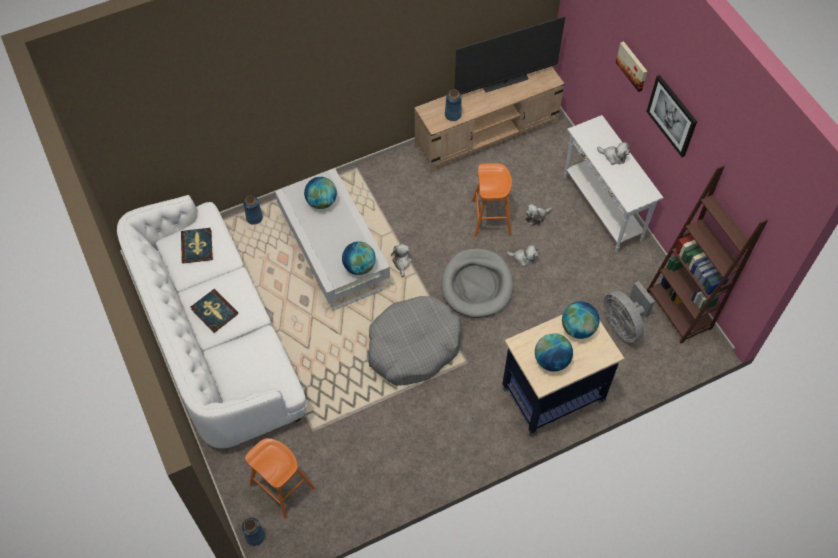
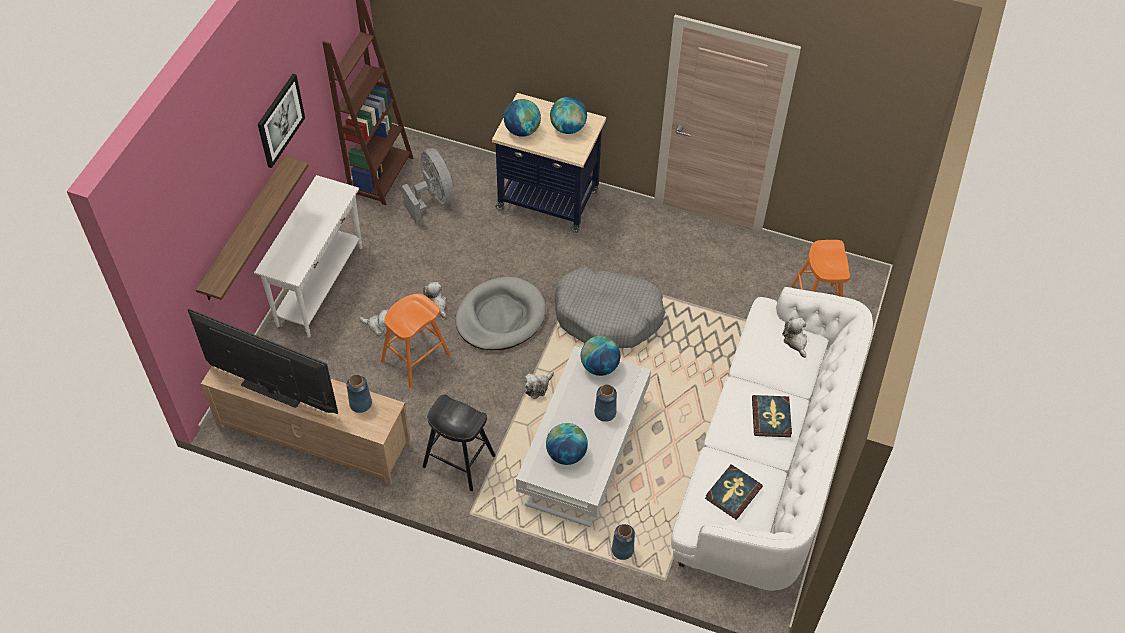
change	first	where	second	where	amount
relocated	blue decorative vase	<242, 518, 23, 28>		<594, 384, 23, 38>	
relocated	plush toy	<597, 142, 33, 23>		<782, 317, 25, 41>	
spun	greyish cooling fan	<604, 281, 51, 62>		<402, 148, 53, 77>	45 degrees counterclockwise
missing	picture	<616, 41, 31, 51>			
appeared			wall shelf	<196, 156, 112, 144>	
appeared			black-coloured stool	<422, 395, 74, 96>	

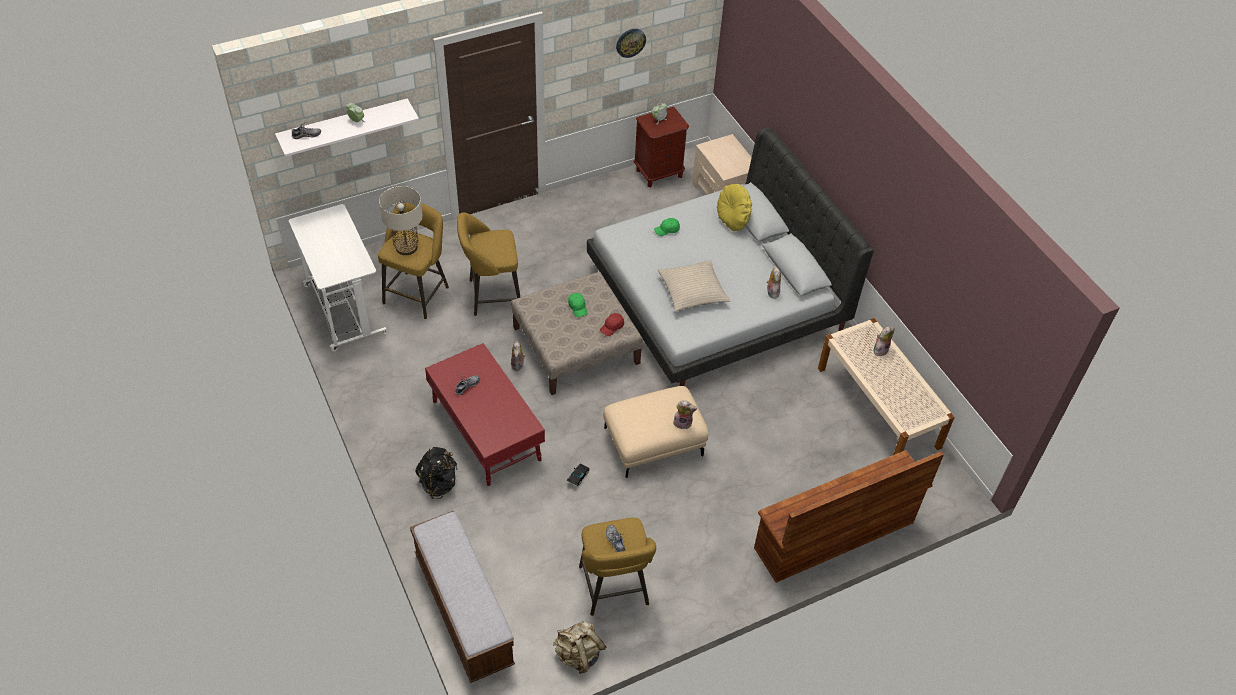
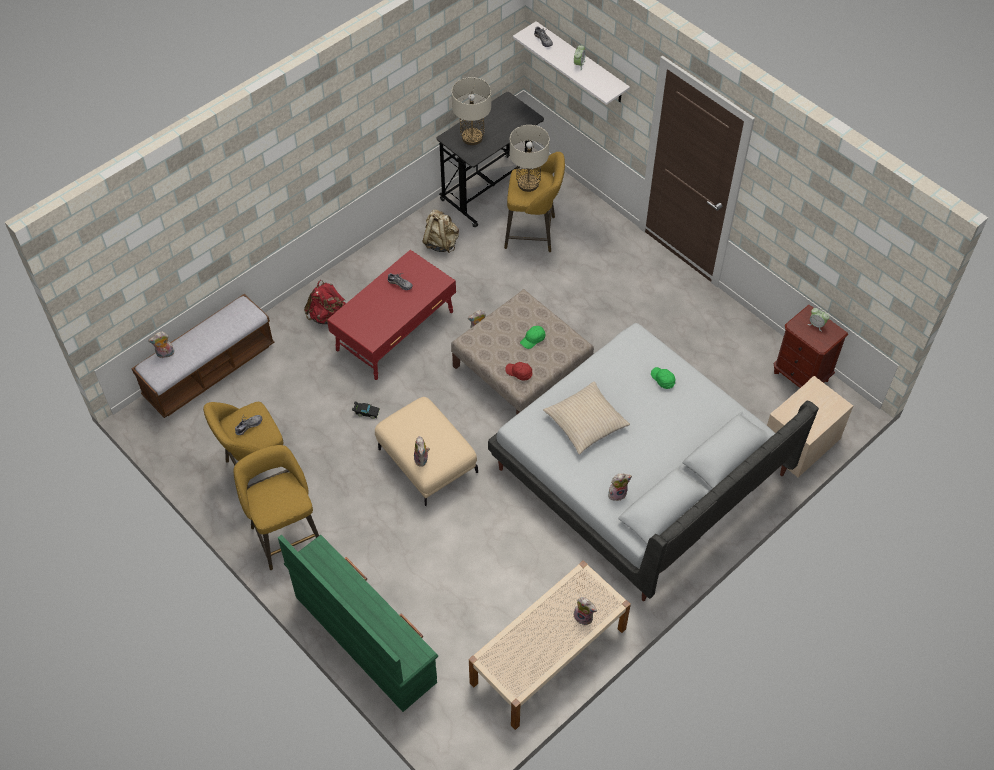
change	first	where	second	where	amount
colour	whitish desk table	<289, 204, 98, 148>	black-coloured desk table	<437, 92, 107, 135>	
colour	black-coloured backpack	<415, 447, 43, 52>	red backpack	<304, 280, 42, 44>	
relocated	yellow stool	<457, 212, 63, 104>		<234, 445, 85, 125>	
relocated	beige backpack	<553, 621, 53, 53>		<422, 210, 37, 43>	
missing	wall clock	<616, 29, 30, 29>			
missing	yellow cushion	<717, 184, 35, 47>			
colour	brownish dresser	<754, 450, 190, 133>	green-coloured dresser	<278, 535, 160, 177>	
appeared			plush toy	<148, 331, 27, 27>	
appeared			table lamp	<452, 77, 39, 68>	

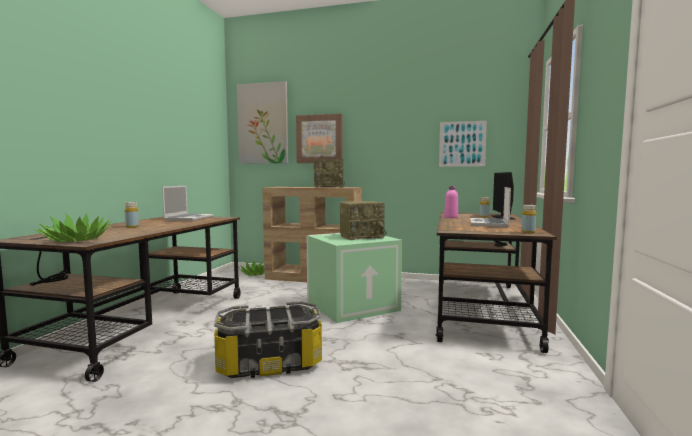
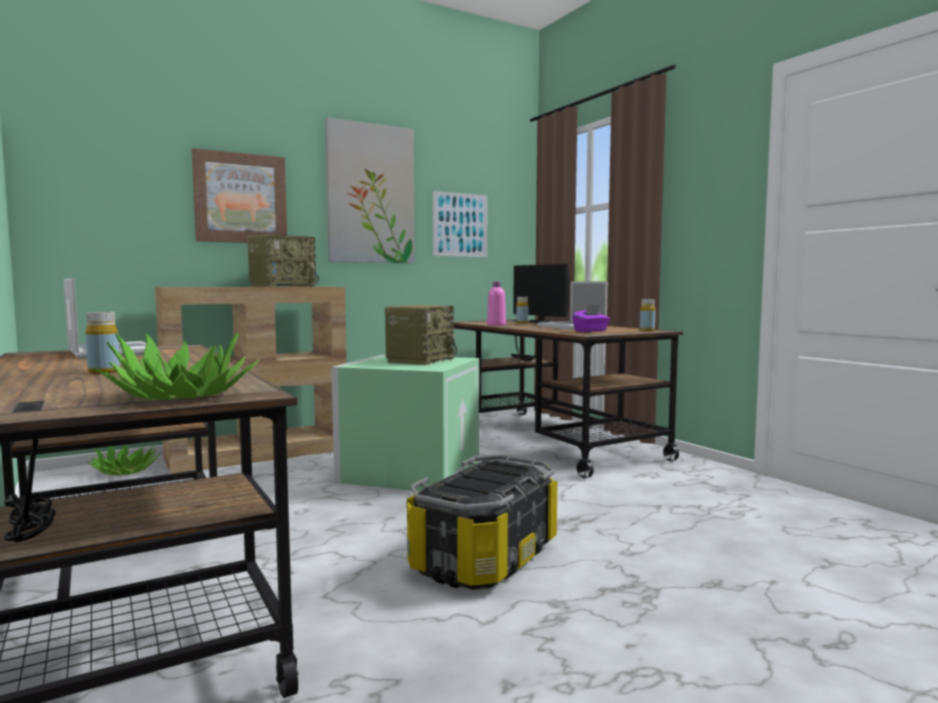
change	first	where	second	where	amount
relocated	picture	<237, 81, 51, 83>		<325, 118, 90, 145>	
appeared			purple-coloured tissue holder	<572, 305, 38, 27>	

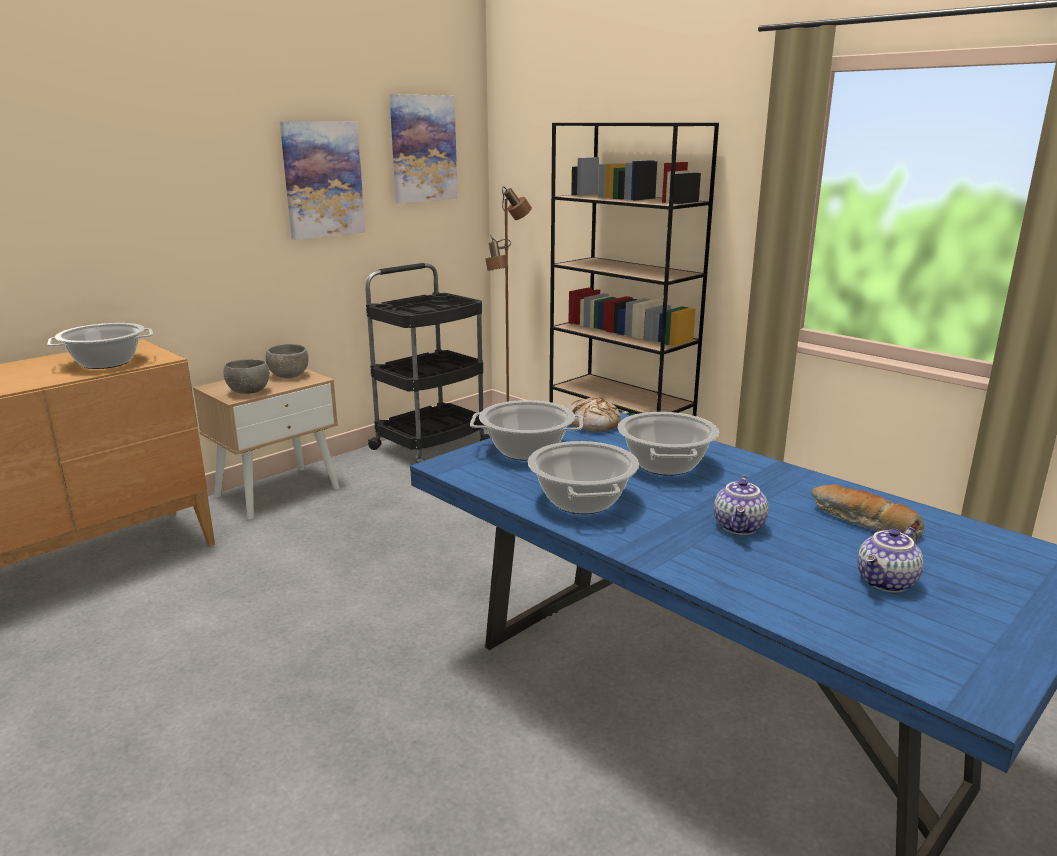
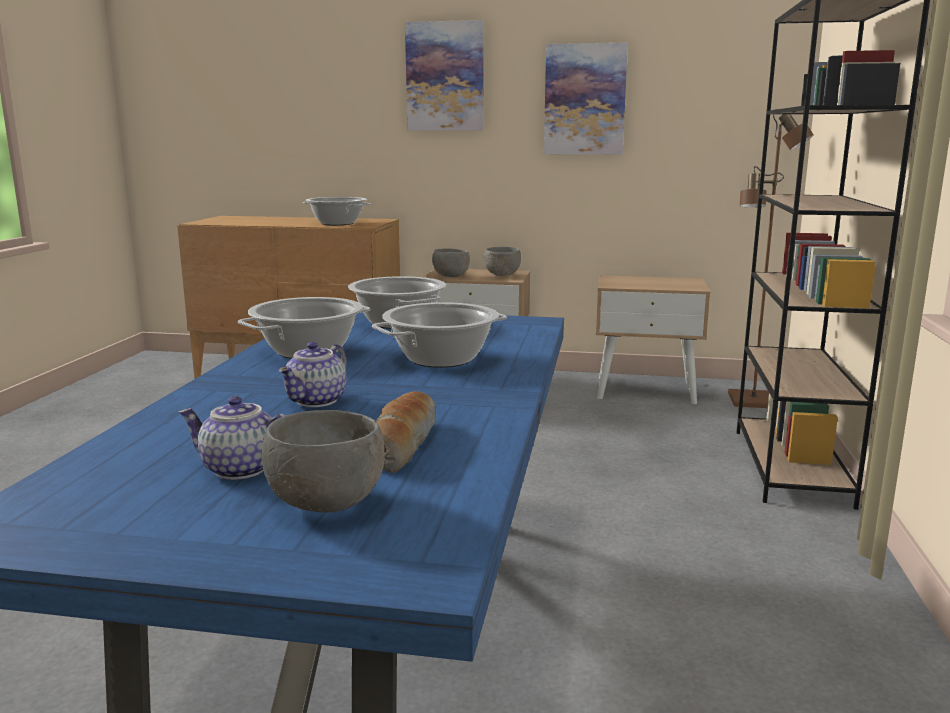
change	first	where	second	where	amount
exchanged	black-coloured wheeled cart	<365, 263, 125, 200>	beige nightstand	<596, 275, 114, 129>	
relocated	picture	<390, 94, 68, 110>		<405, 20, 79, 111>	
missing	bread	<570, 397, 51, 35>			
spun	tea pot	<714, 475, 55, 60>		<278, 342, 69, 65>	45 degrees counterclockwise
appeared			greyish serving bowl	<261, 410, 124, 103>	

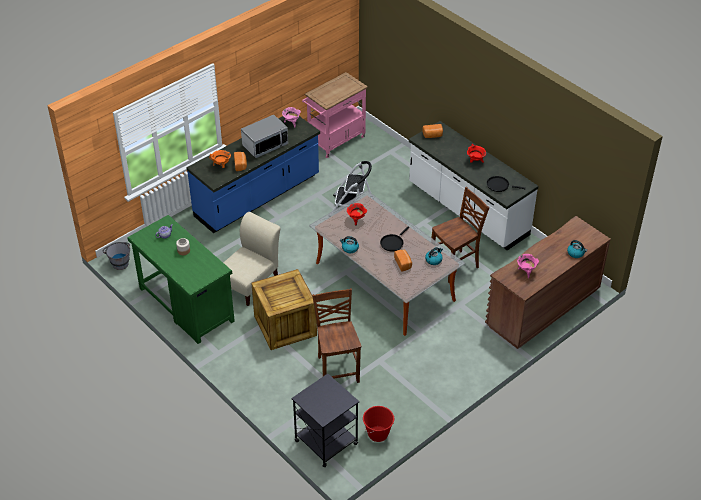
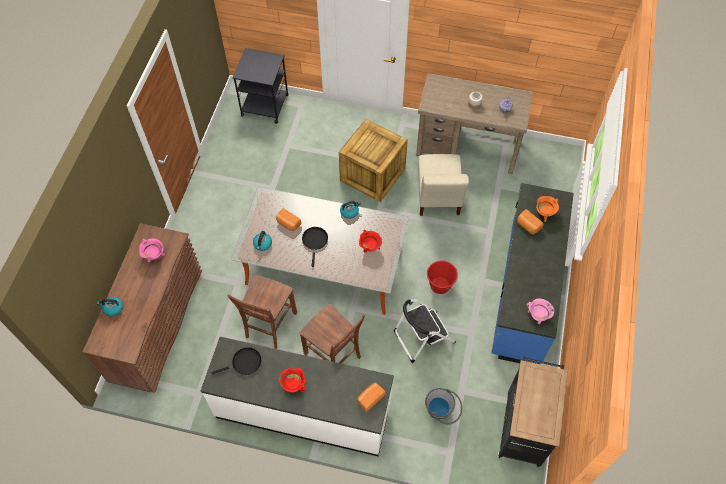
change	first	where	second	where	amount
relocated	greyish bucket	<103, 242, 27, 28>		<425, 388, 37, 36>	
colour	green-coloured desk table	<128, 215, 107, 129>	brownish desk table	<416, 73, 117, 101>	
missing	microwave oven	<241, 115, 47, 43>			
colour	pinkish wheeled cart	<302, 72, 66, 86>	black-coloured wheeled cart	<498, 356, 70, 111>	
relocated	brownish plain chair	<312, 288, 49, 95>		<300, 304, 65, 60>	
relocated	red bucket	<363, 406, 31, 36>		<427, 260, 31, 34>	

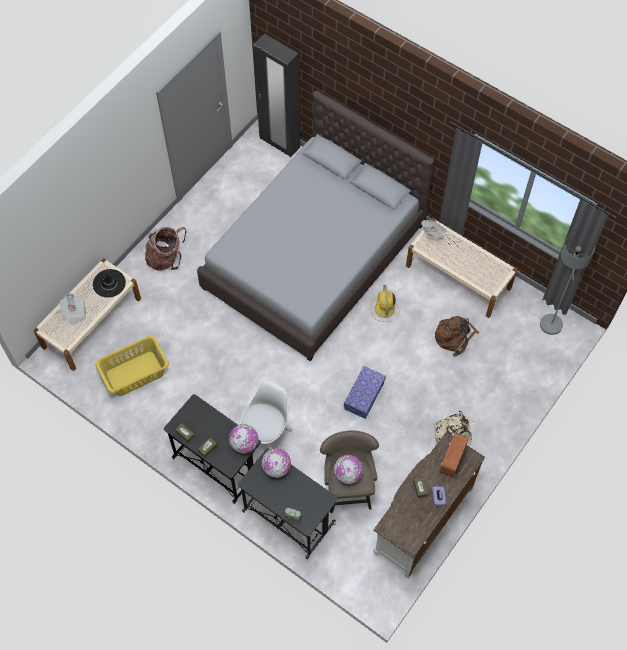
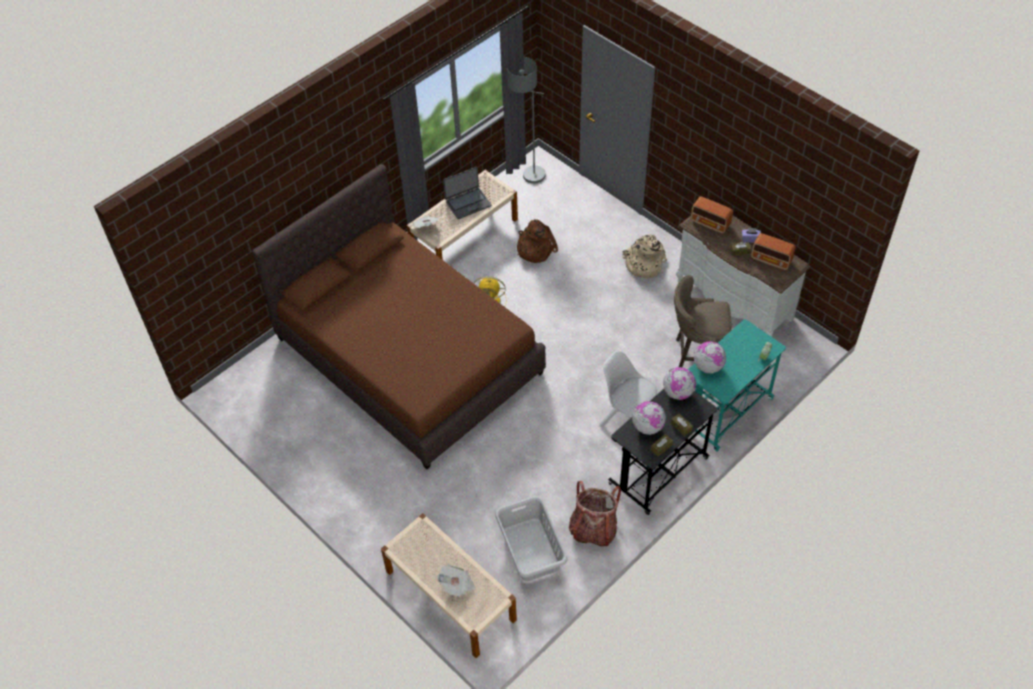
change	first	where	second	where	amount
missing	black-coloured wearable hat	<93, 269, 33, 29>			
colour	yellow hamper	<95, 336, 74, 60>	greyish hamper	<495, 496, 73, 85>	
relocated	backpack	<145, 227, 42, 43>		<569, 481, 52, 66>	
colour	greyish bed	<197, 91, 237, 270>	brownish bed	<253, 165, 293, 304>	
colour	black-coloured desk table	<238, 448, 100, 111>	turquoise-coloured desk table	<688, 319, 98, 133>	
missing	black-coloured armoire	<253, 33, 47, 124>			
relocated	world globe	<334, 455, 29, 29>		<632, 401, 34, 34>	
missing	storage bin	<344, 366, 42, 53>			
appeared			notebook computer	<443, 167, 49, 52>	
appeared			radio receiver	<751, 233, 45, 37>	

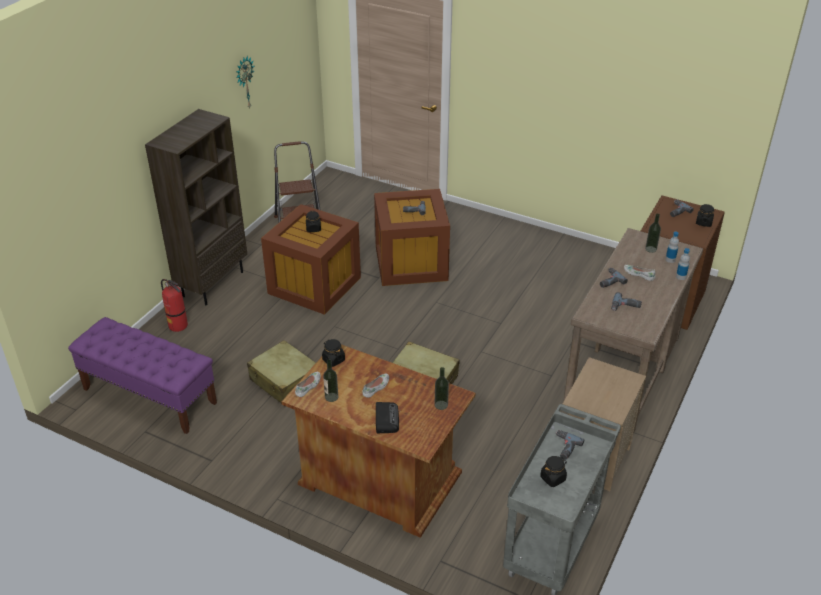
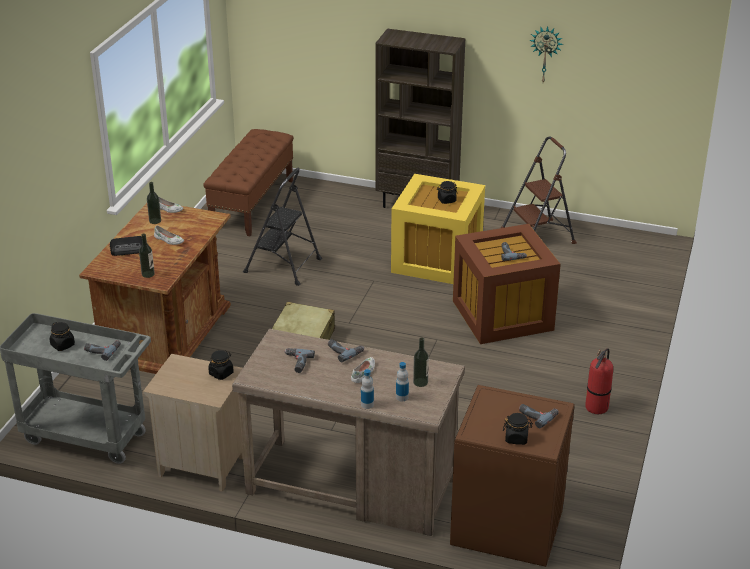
change	first	where	second	where	amount
colour	purple-coloured indoor bench	<68, 317, 149, 117>	brownish indoor bench	<203, 129, 91, 107>	
relocated	extinguisher	<161, 279, 27, 53>		<585, 348, 28, 66>	
exchanged	beige travel case	<247, 340, 69, 64>	black-coloured step ladder	<243, 168, 79, 118>	
colour	brownish storage bin	<261, 204, 100, 111>	yellow storage bin	<391, 174, 94, 110>	
relocated	black-coloured storage jar	<322, 339, 23, 28>		<208, 350, 26, 30>	

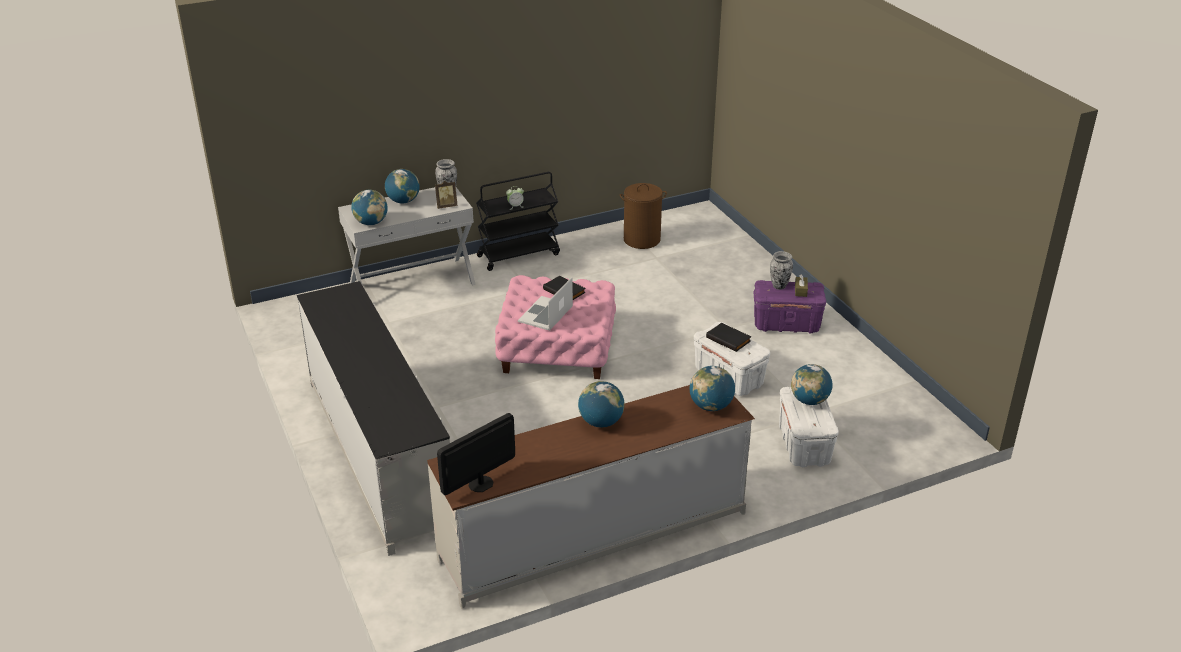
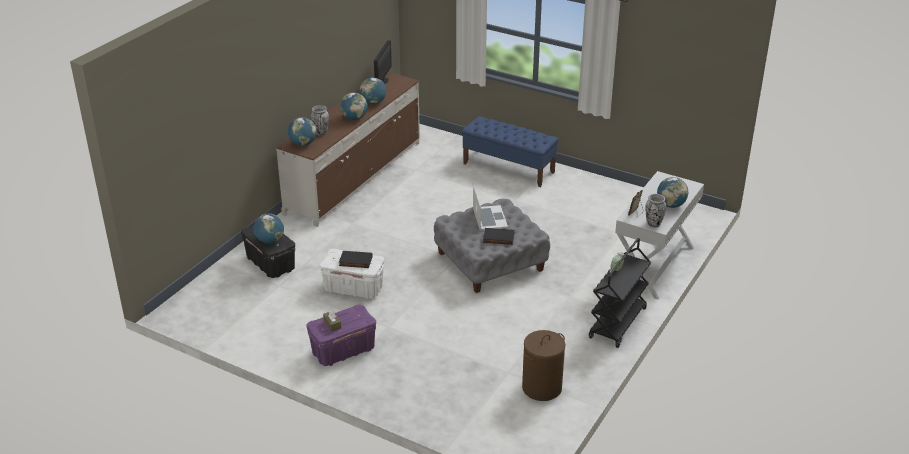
change	first	where	second	where	amount
exchanged	black-coloured storage cabinet	<297, 281, 153, 275>	blue indoor bench	<462, 116, 97, 71>	
relocated	world globe	<351, 190, 37, 35>		<360, 78, 26, 27>	
colour	pinkish ottoman	<495, 275, 121, 104>	greyish ottoman	<434, 199, 116, 94>	
relocated	decorative vase	<770, 251, 23, 39>		<311, 105, 18, 31>	
colour	whitish storage bin	<779, 387, 60, 80>	black-coloured storage bin	<241, 226, 54, 52>	

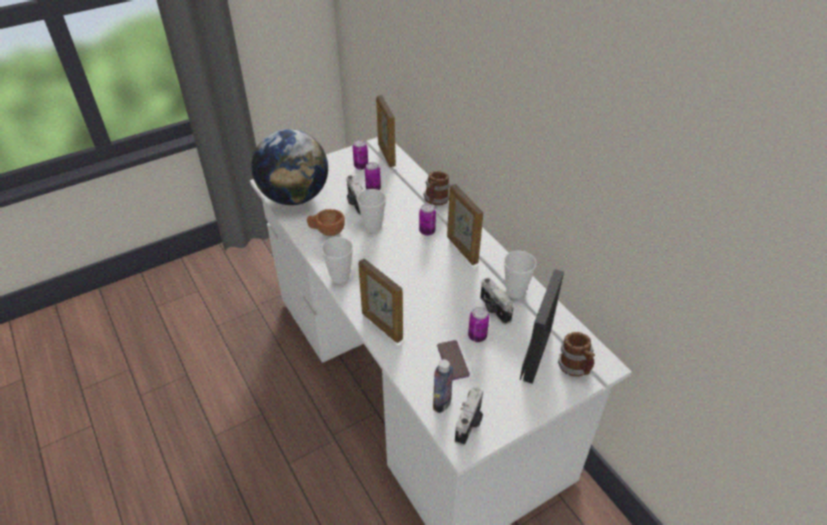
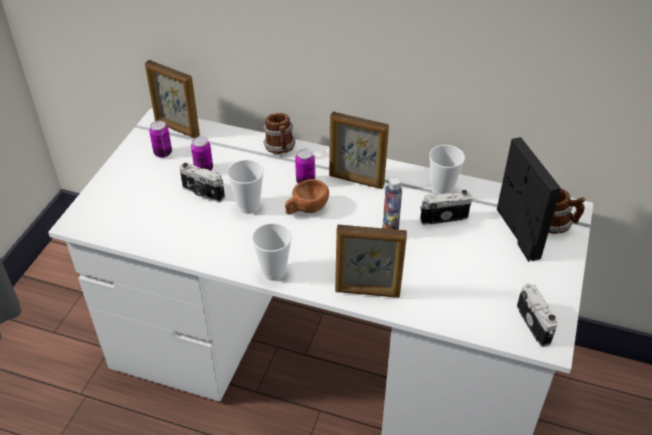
change	first	where	second	where	amount
missing	world globe	<252, 129, 76, 76>			
relocated	brownish drinking cup	<307, 209, 38, 27>		<285, 179, 44, 35>	
relocated	beverage bottle	<433, 359, 20, 54>		<383, 178, 19, 52>	
missing	phone	<437, 340, 33, 40>			
missing	sealed can	<468, 307, 21, 35>			
spun	still camera	<480, 278, 34, 47>		<420, 190, 52, 35>	150 degrees clockwise

